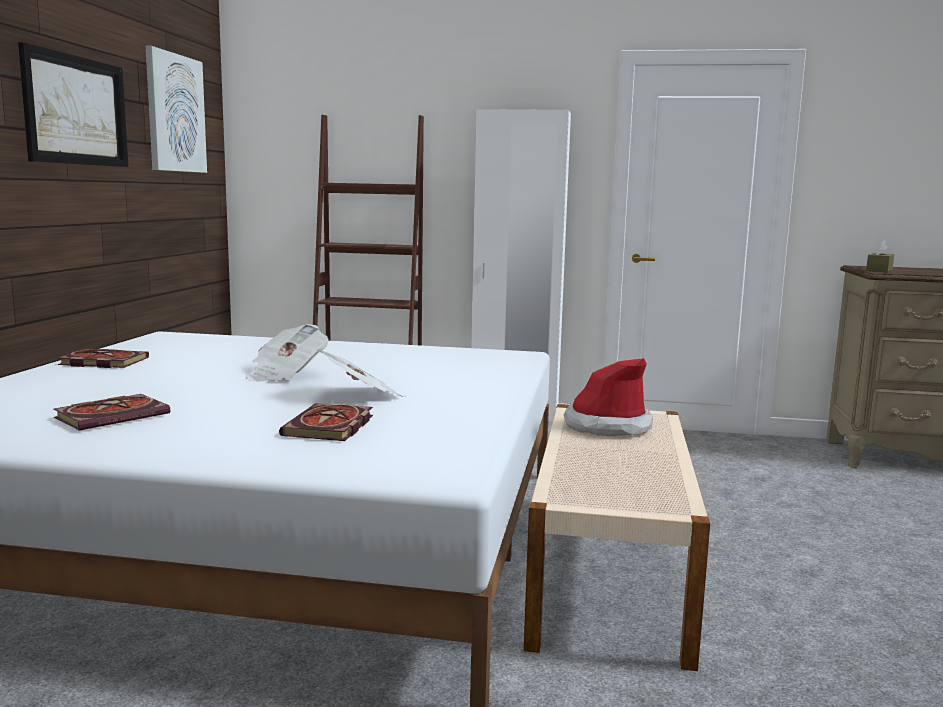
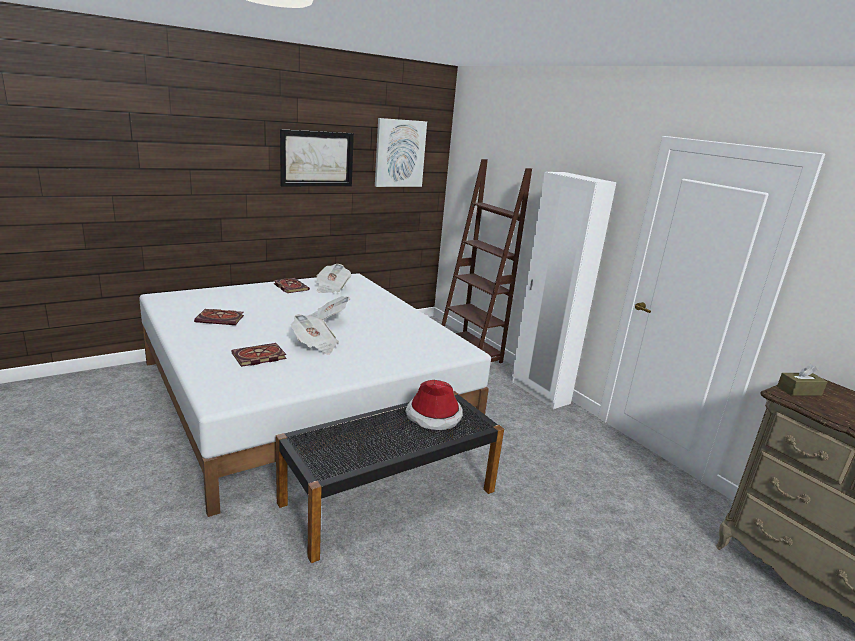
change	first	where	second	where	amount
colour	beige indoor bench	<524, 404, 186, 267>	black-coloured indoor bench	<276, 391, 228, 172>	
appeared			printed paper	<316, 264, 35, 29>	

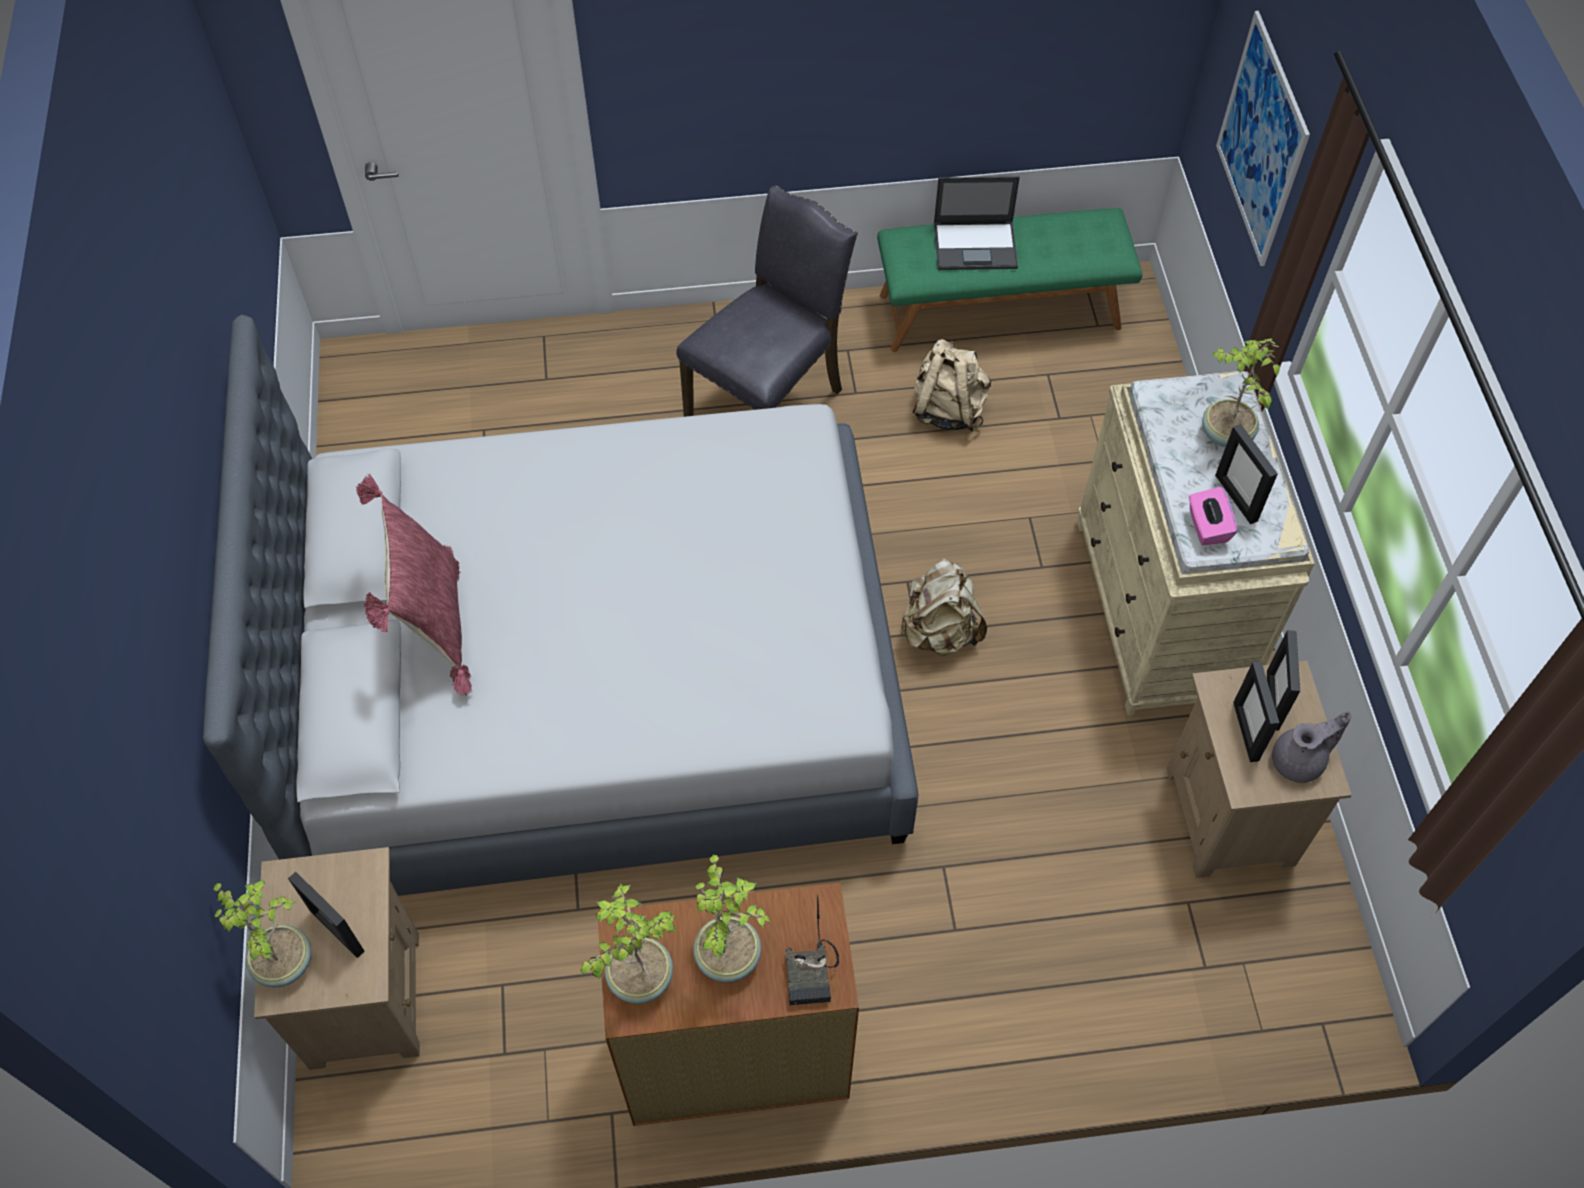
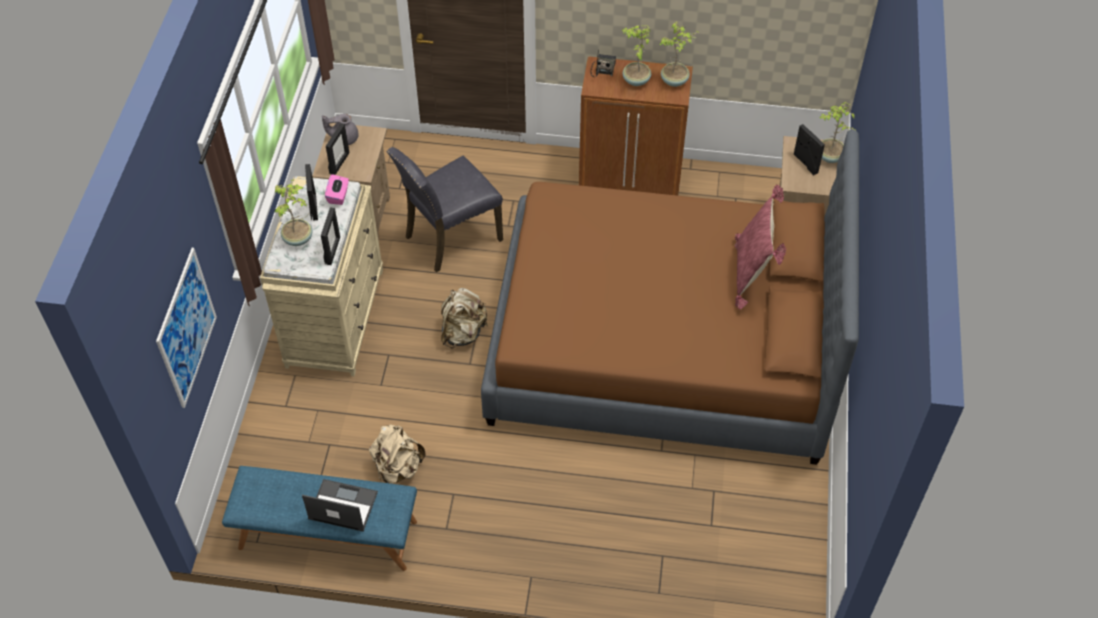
change	first	where	second	where	amount
colour	greyish bed	<203, 315, 715, 581>	brownish bed	<481, 129, 378, 336>	
relocated	greyish plain chair	<676, 186, 182, 231>		<387, 147, 116, 125>	
colour	green-coloured indoor bench	<877, 208, 266, 144>	blue indoor bench	<222, 466, 195, 105>	
relocated	standing frame	<1233, 661, 47, 101>		<321, 208, 19, 57>	

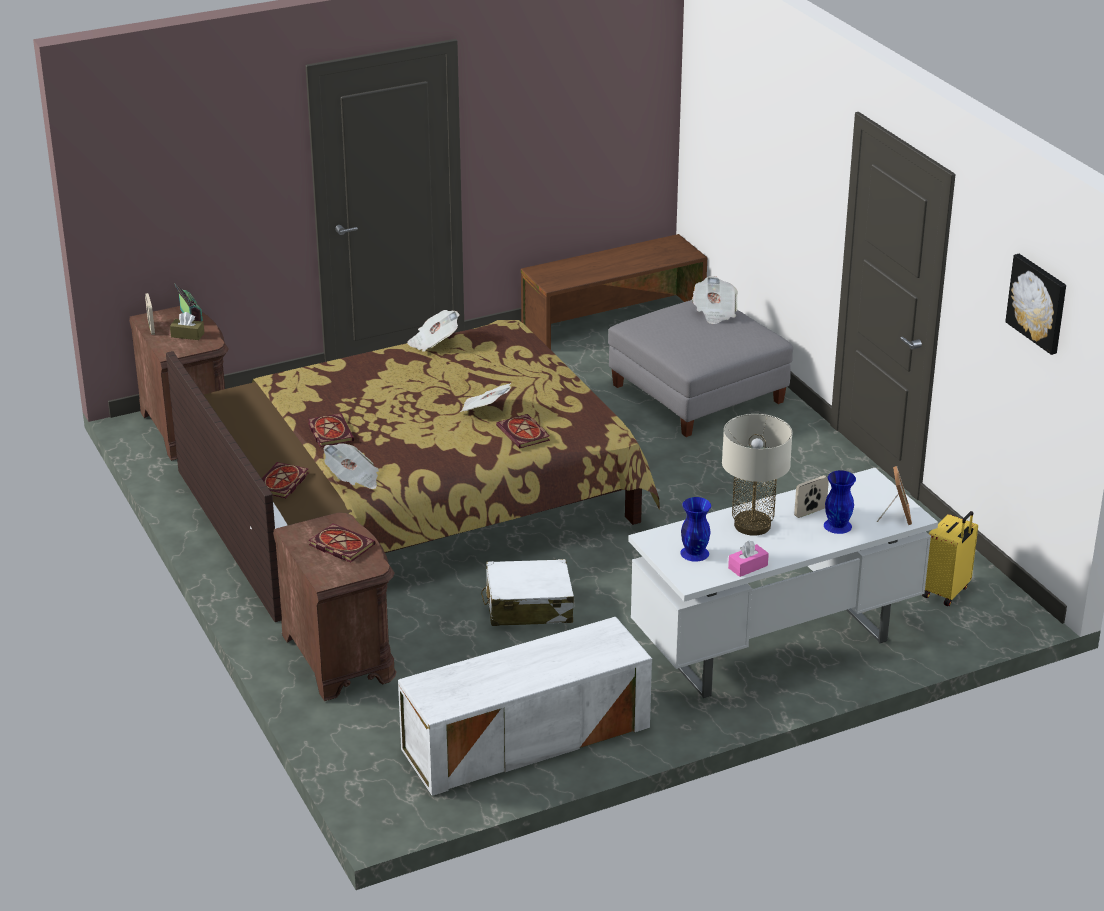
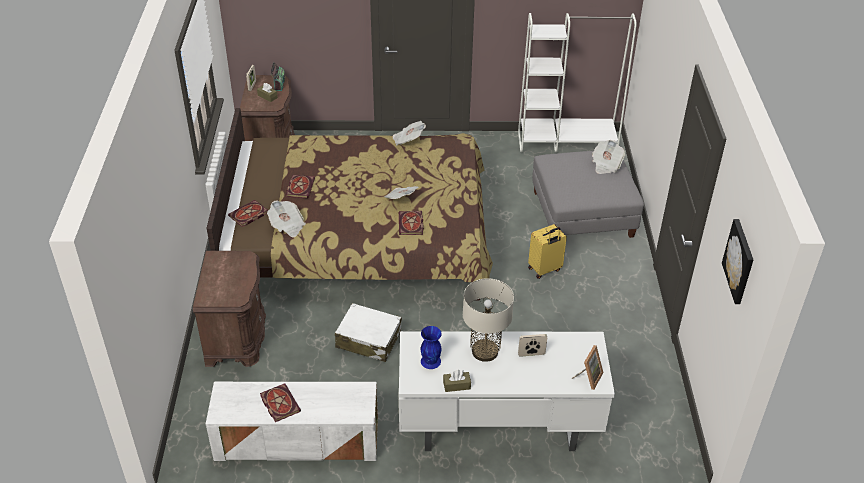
change	first	where	second	where	amount
relocated	bound book	<309, 523, 66, 40>		<260, 383, 41, 39>	
exchanged	brownish indoor bench	<521, 234, 186, 116>	whitish clothes rack	<518, 13, 119, 139>	
colour	pinkish tissue holder	<728, 540, 41, 37>	brownish tissue holder	<443, 370, 28, 22>	
missing	blue decorative vase	<824, 470, 32, 64>			
relocated	yellow travel case	<922, 511, 56, 95>		<528, 224, 39, 55>	

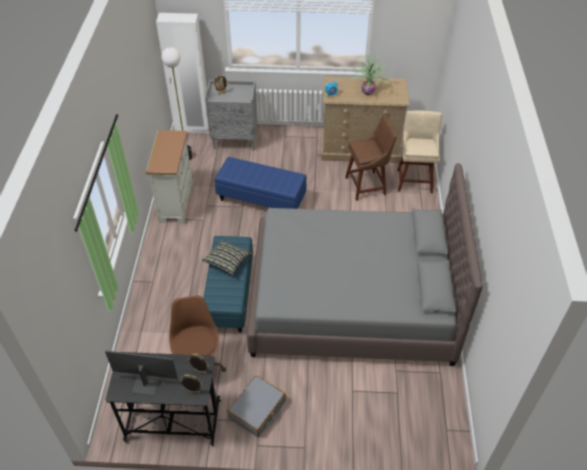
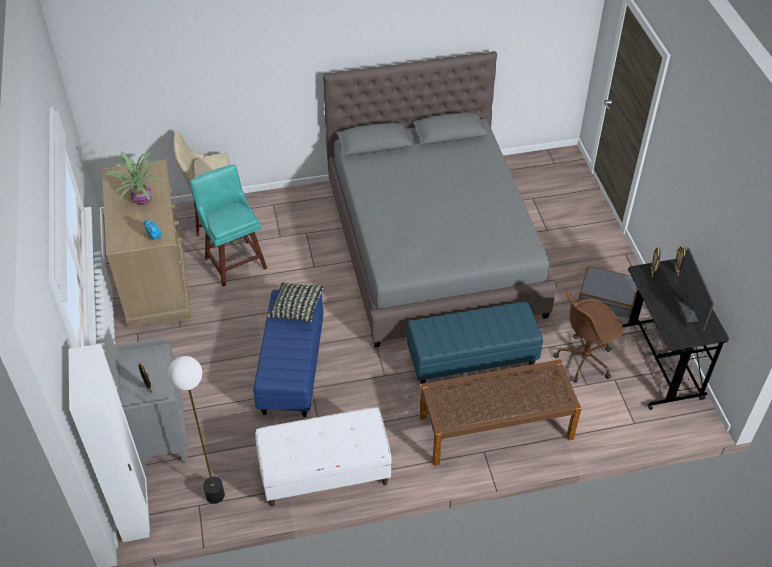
change	first	where	second	where	amount
exchanged	whitish dresser	<146, 130, 47, 94>	whitish indoor bench	<255, 407, 137, 100>	
relocated	cushion	<201, 240, 51, 35>		<267, 282, 58, 40>	
colour	brownish plain chair	<345, 115, 52, 86>	turquoise-coloured plain chair	<190, 165, 77, 121>	
appeared			brownish indoor bench	<420, 359, 161, 107>	

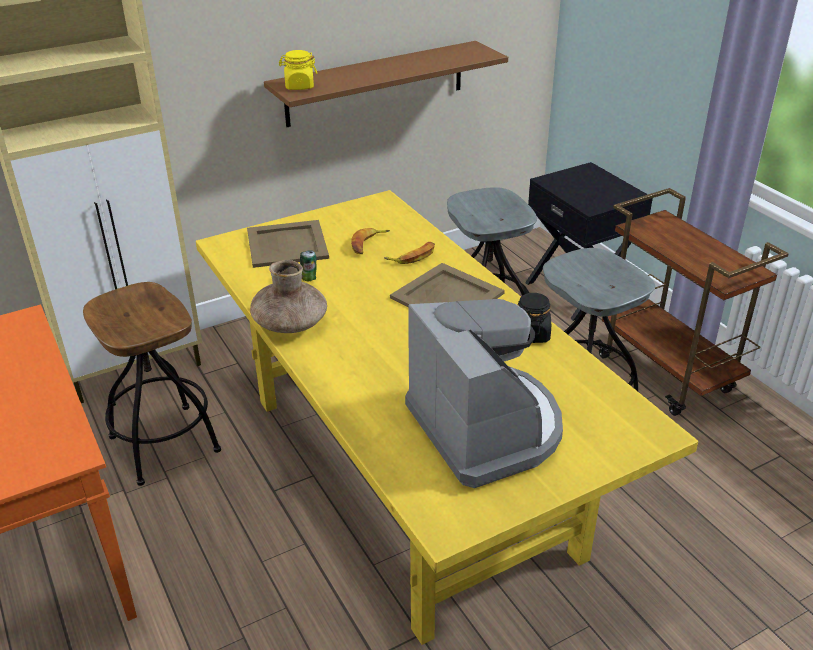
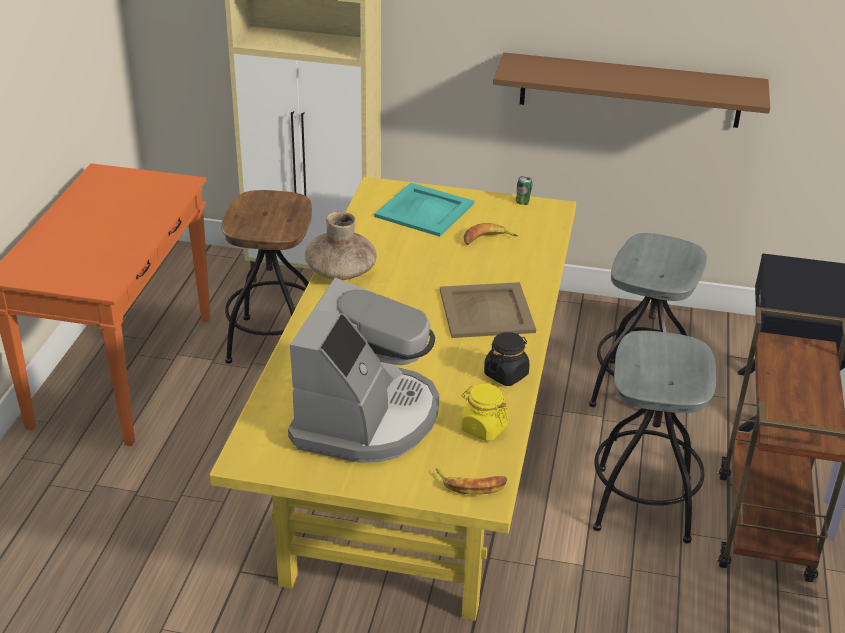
change	first	where	second	where	amount
colour	beige carrying tray	<247, 220, 82, 48>	turquoise-coloured carrying tray	<374, 183, 100, 54>	
relocated	yellow storage jar	<279, 50, 38, 40>		<460, 384, 48, 57>	
relocated	sealed can	<300, 250, 17, 31>		<516, 176, 16, 29>	
relocated	whole banana	<384, 242, 51, 22>		<436, 468, 71, 27>	

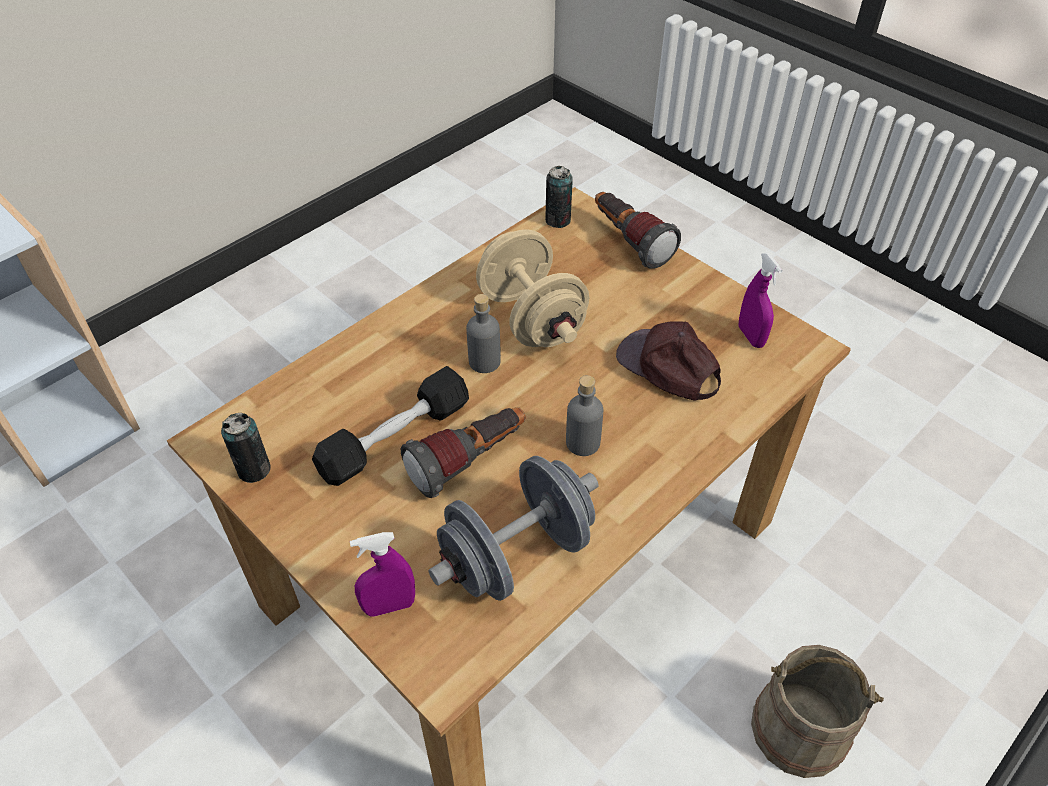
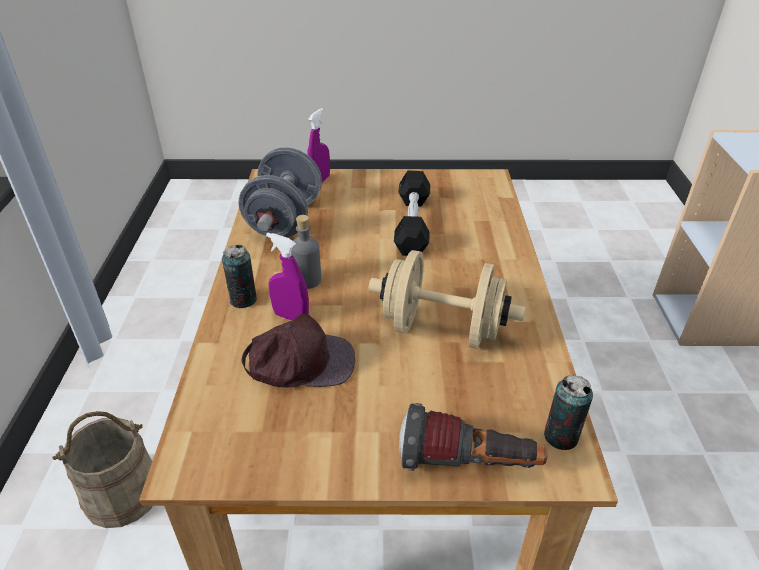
change	first	where	second	where	amount
relocated	sealed can	<221, 413, 50, 70>		<222, 245, 35, 63>	
missing	torch	<401, 407, 124, 91>			
missing	greyish beverage bottle	<466, 294, 35, 79>			
relocated	purple-coloured hand sprayer	<739, 253, 44, 95>		<266, 233, 43, 88>	

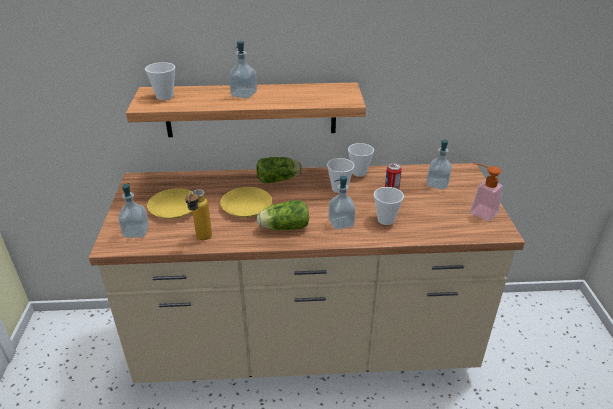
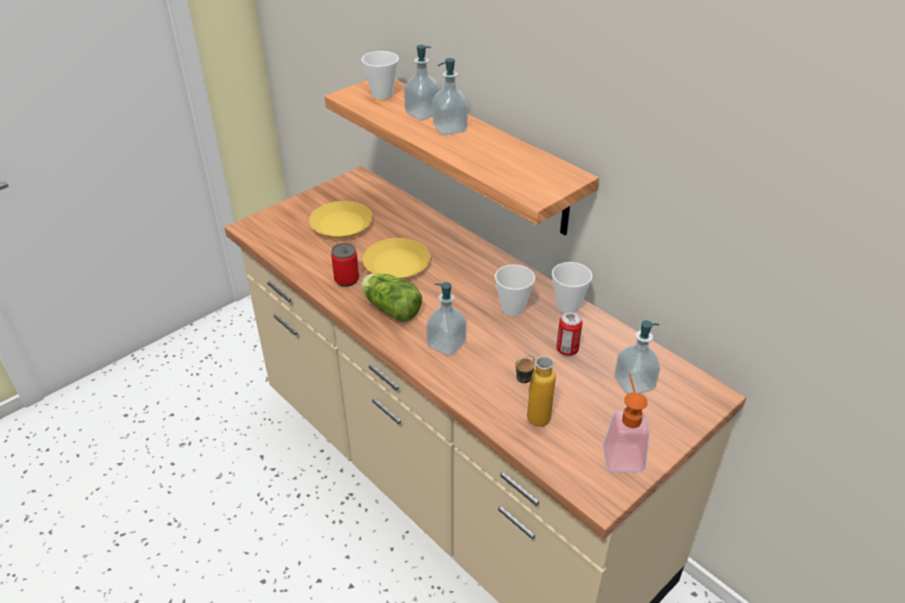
change	first	where	second	where	amount
relocated	soap dispenser	<118, 183, 31, 55>		<404, 45, 37, 76>	
relocated	beverage bottle	<185, 189, 27, 51>		<515, 355, 41, 72>	
missing	head of lettuce	<257, 157, 45, 26>			
missing	drinking cup	<374, 187, 30, 38>			
appeared			sealed can	<331, 243, 28, 44>	

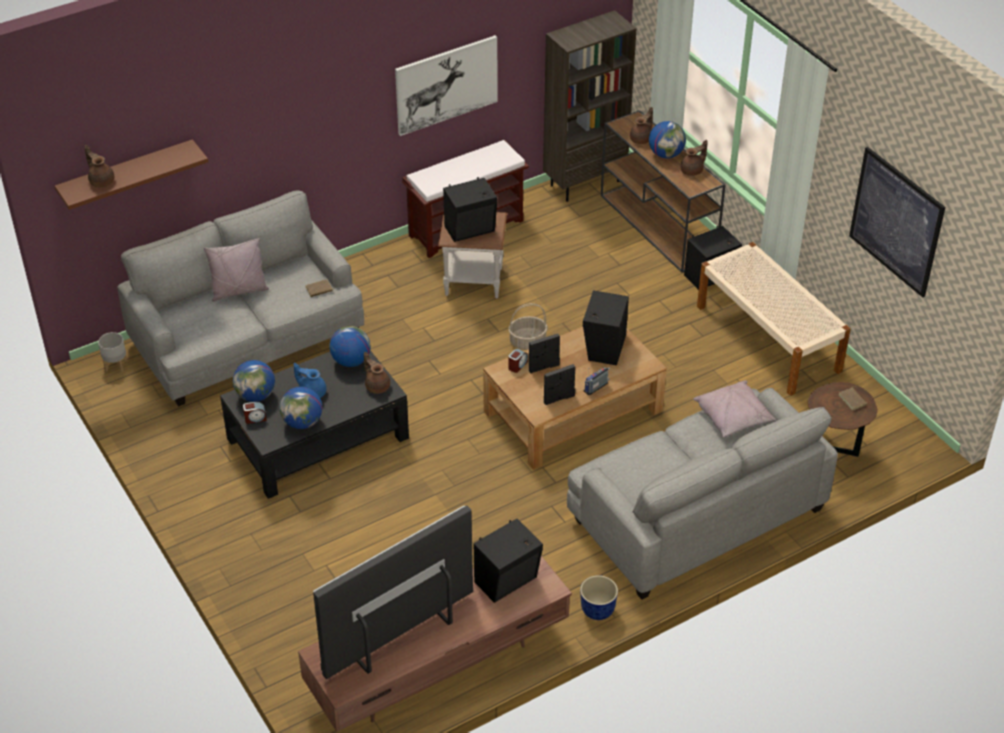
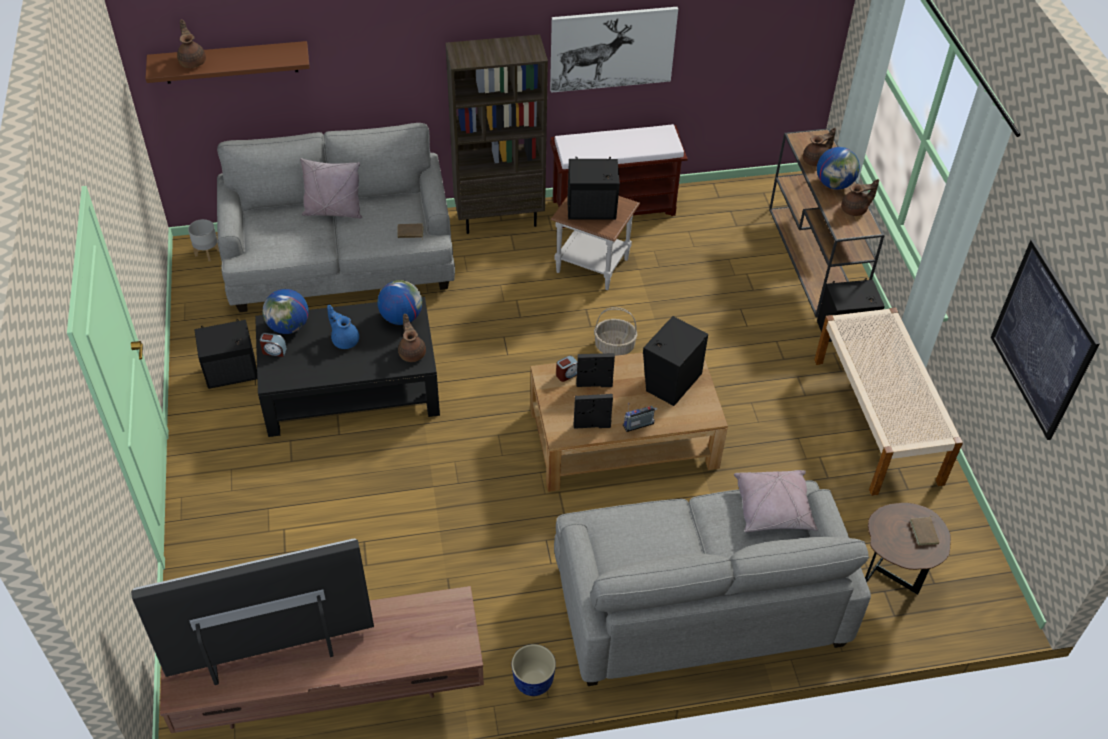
change	first	where	second	where	amount
missing	world globe	<280, 386, 42, 43>			
relocated	black-coloured loudspeaker	<474, 518, 69, 85>		<194, 319, 63, 70>	
relocated	brownish bookshelf	<543, 10, 94, 192>		<445, 34, 103, 200>	

